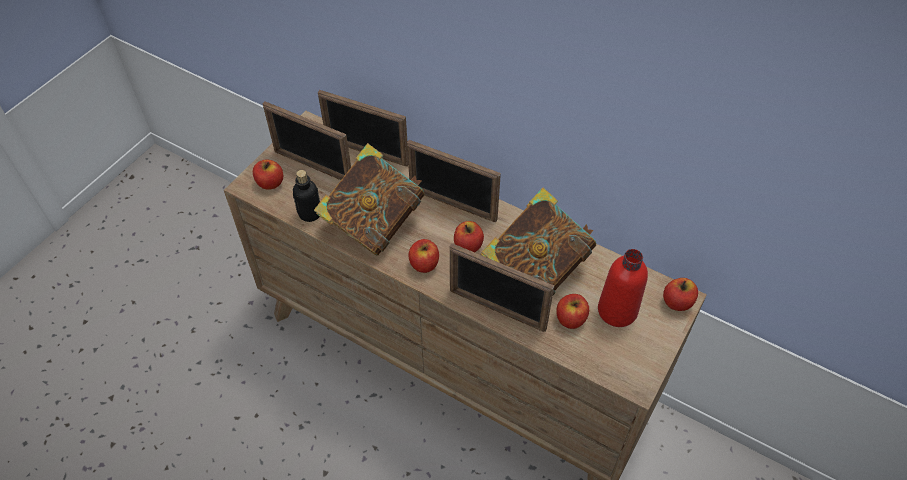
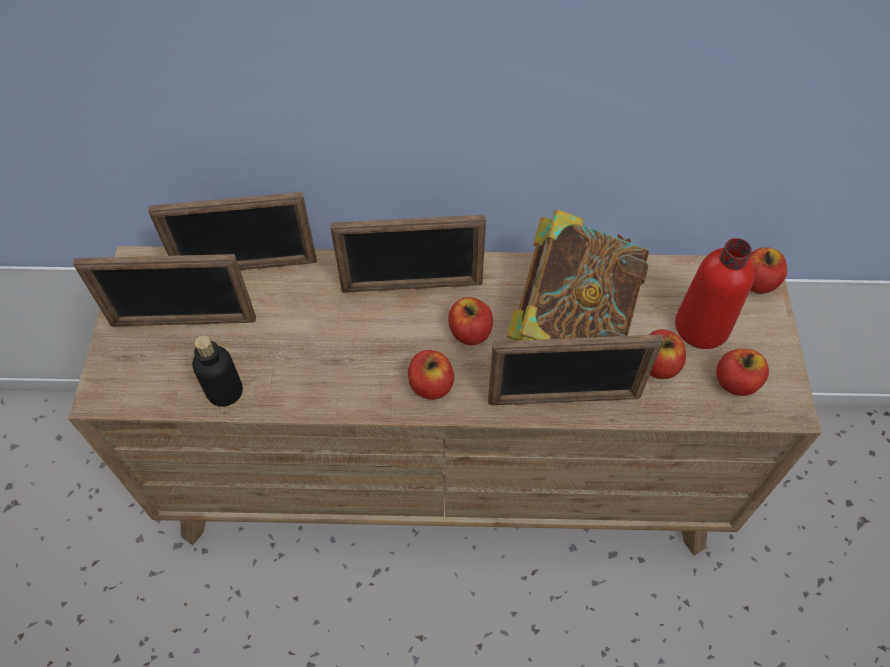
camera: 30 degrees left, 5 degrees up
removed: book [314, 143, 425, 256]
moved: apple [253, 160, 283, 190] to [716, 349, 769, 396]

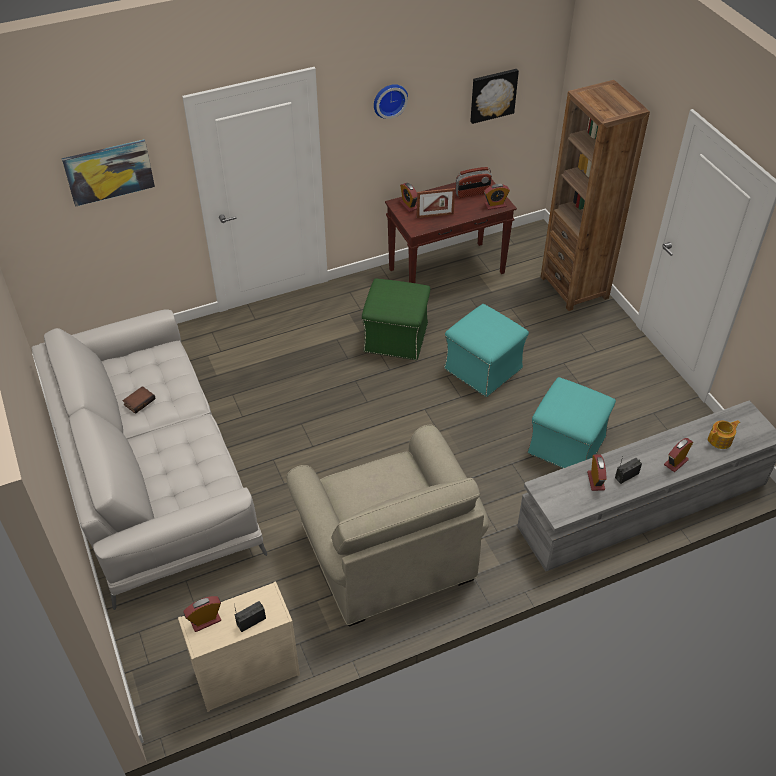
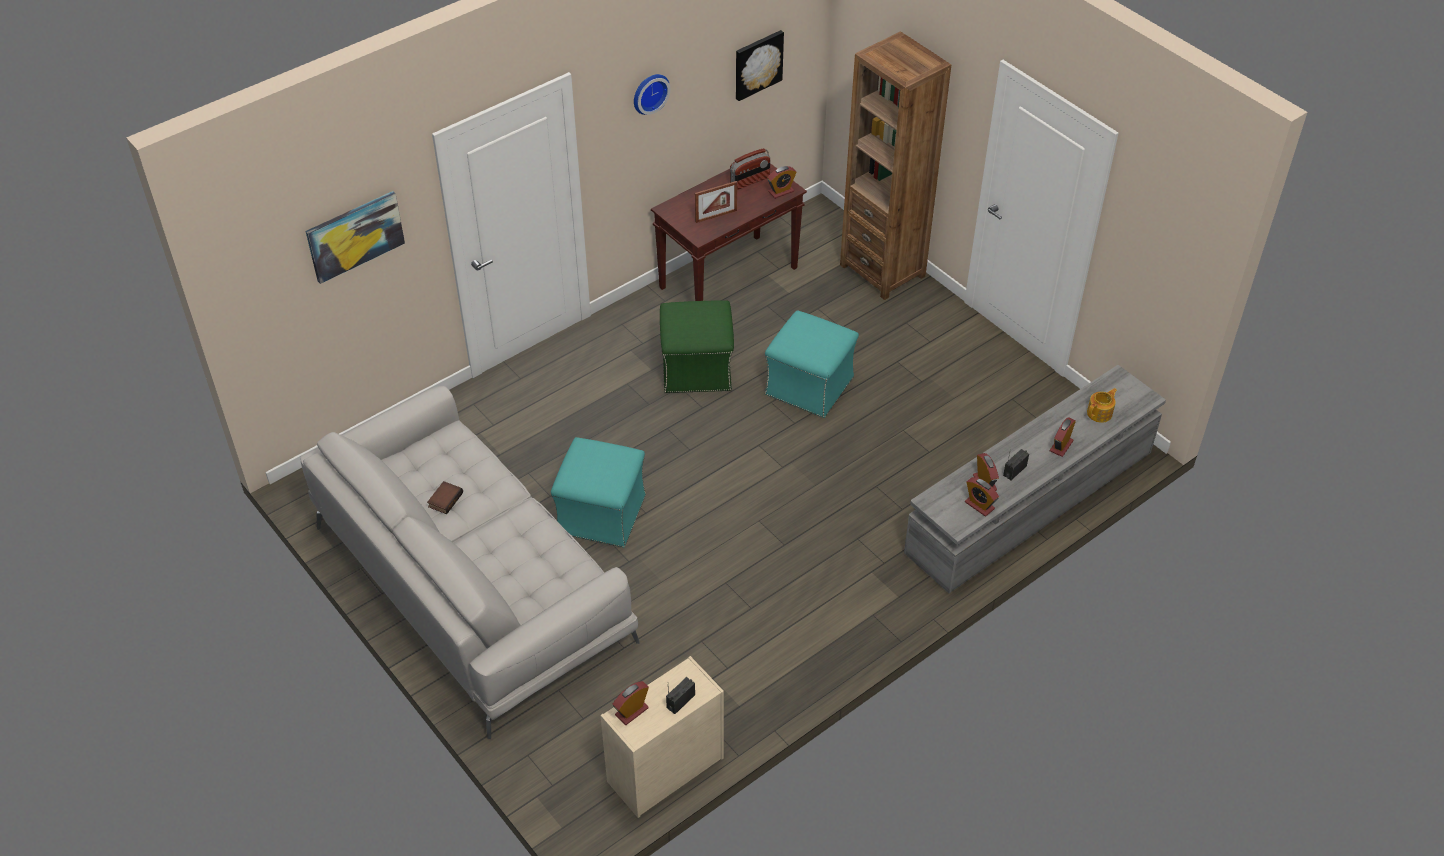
camera: 15 degrees left, 0 degrees up
removed: armchair in beige [286, 425, 489, 627]
moved: alarm clock [400, 183, 417, 212] to [965, 477, 999, 516]; ottoman in turquoise [528, 377, 616, 468] to [551, 437, 646, 548]

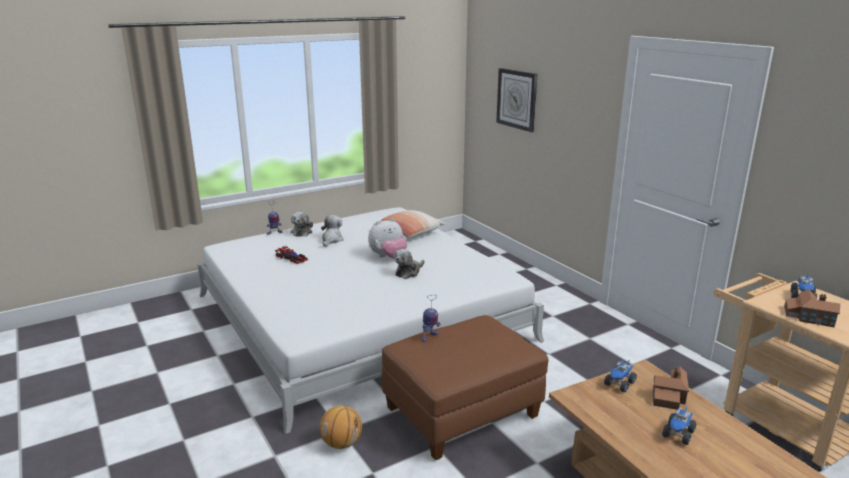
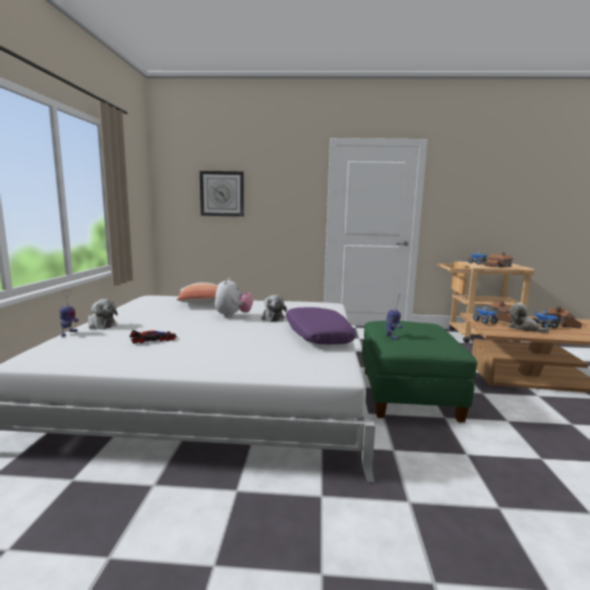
camera: 55 degrees left, 10 degrees down
removed: basketball [320, 405, 362, 449]
added: toy house [546, 306, 582, 329]; pillow in purple [286, 307, 356, 344]
moved: plush toy [321, 215, 344, 247] to [508, 303, 550, 333]
recoloured: ottoman in brown [382, 315, 549, 460] to ottoman in green [362, 321, 477, 423]

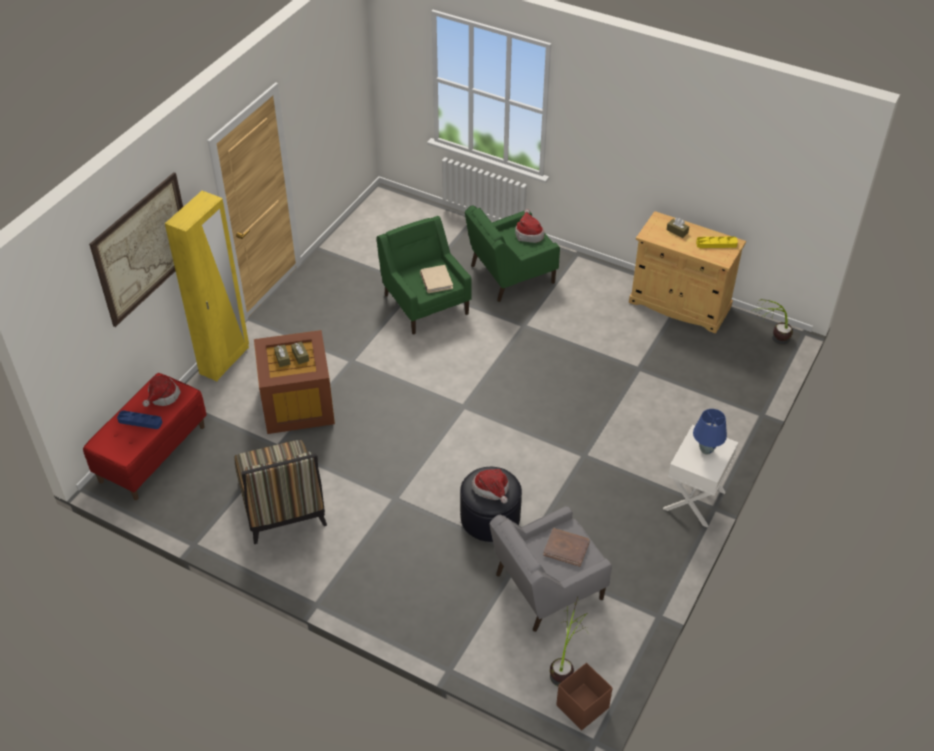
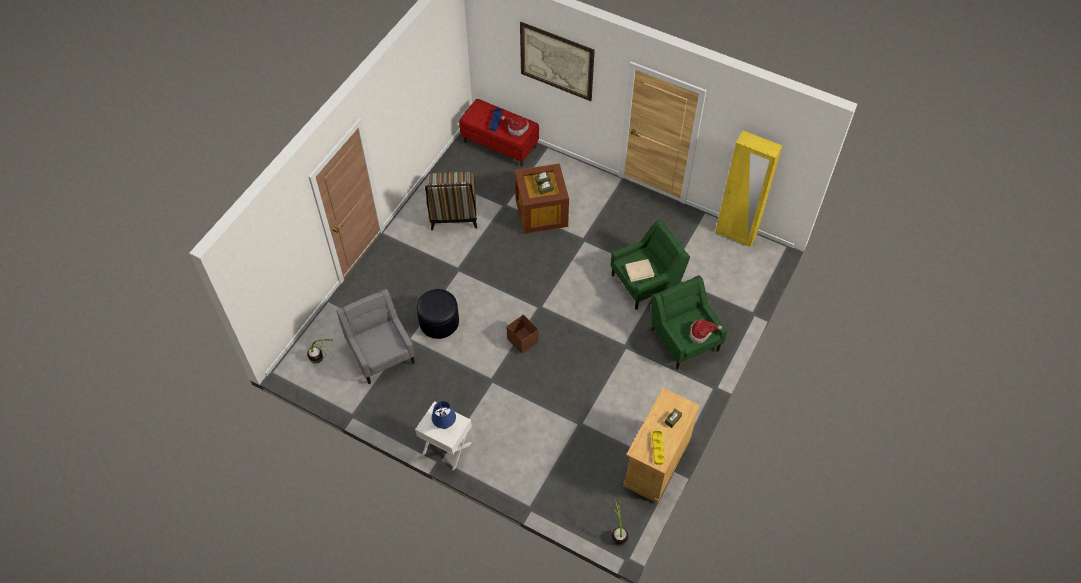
camera: 90 degrees right, 10 degrees up
removed: hat [472, 469, 509, 503]; book in brown [543, 528, 590, 567]
moved: wardrobe in yellow [165, 191, 249, 381] to [715, 130, 782, 247]; storage box in brown [556, 663, 613, 730] to [507, 314, 538, 354]
turned: chair [235, 440, 327, 544] = [425, 172, 477, 230] 75 degrees counterclockwise

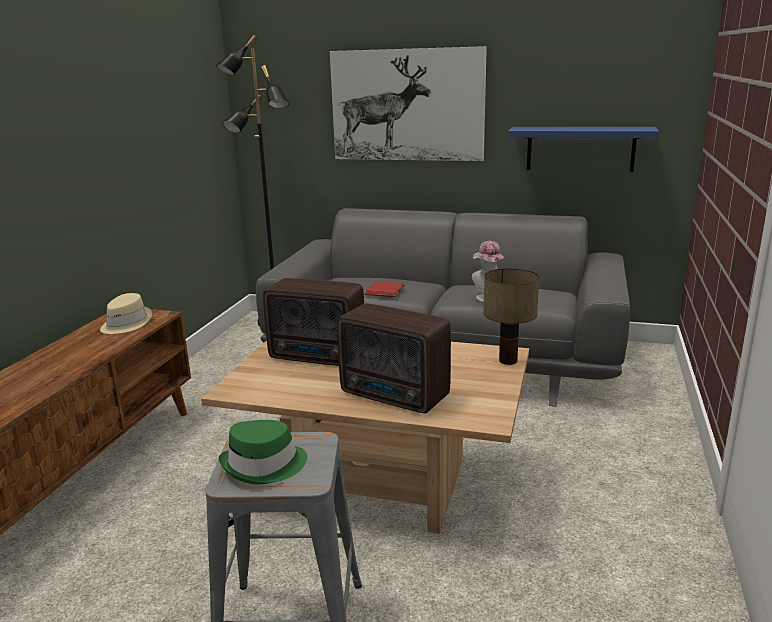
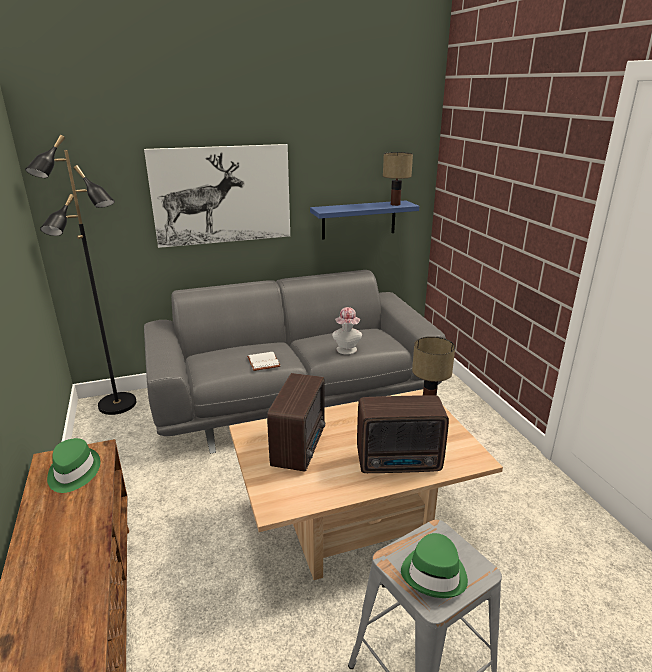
camera: 35 degrees left, 5 degrees up
added: table lamp [383, 152, 413, 206]
recoloured: book in red [364, 281, 405, 297] to book in white [247, 352, 280, 371]; hat in beige [100, 293, 152, 334] to hat in green [47, 438, 100, 493]
turned: radio [263, 278, 364, 366] = [267, 373, 325, 472] 60 degrees counterclockwise

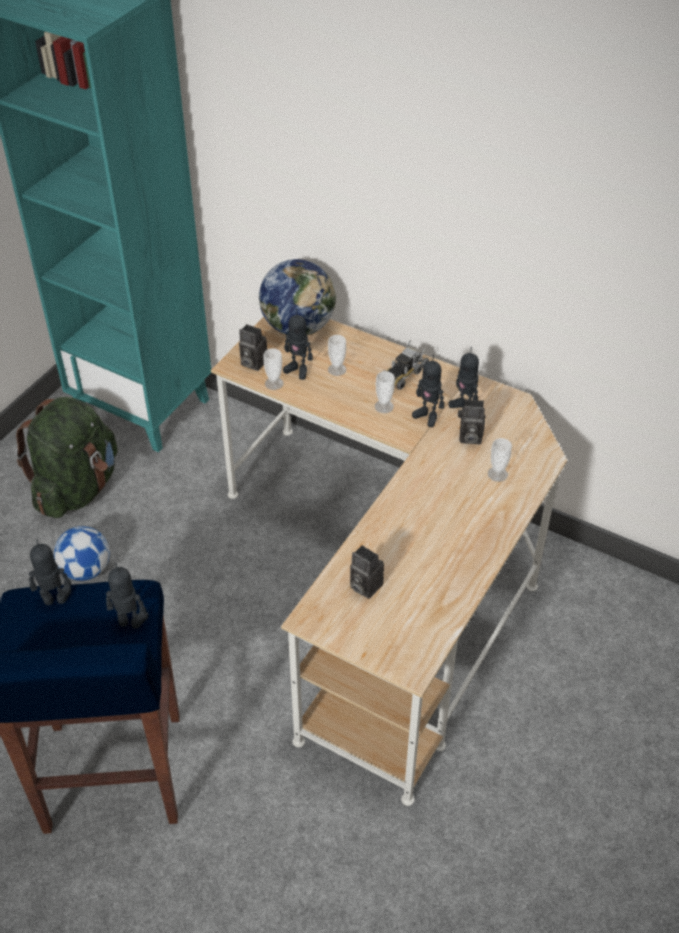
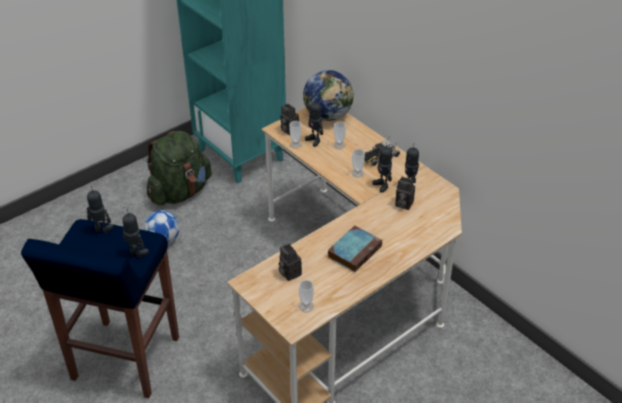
camera: 20 degrees right, 5 degrees down
added: book [328, 225, 382, 272]
moved: cup [488, 438, 512, 482] to [299, 280, 314, 312]

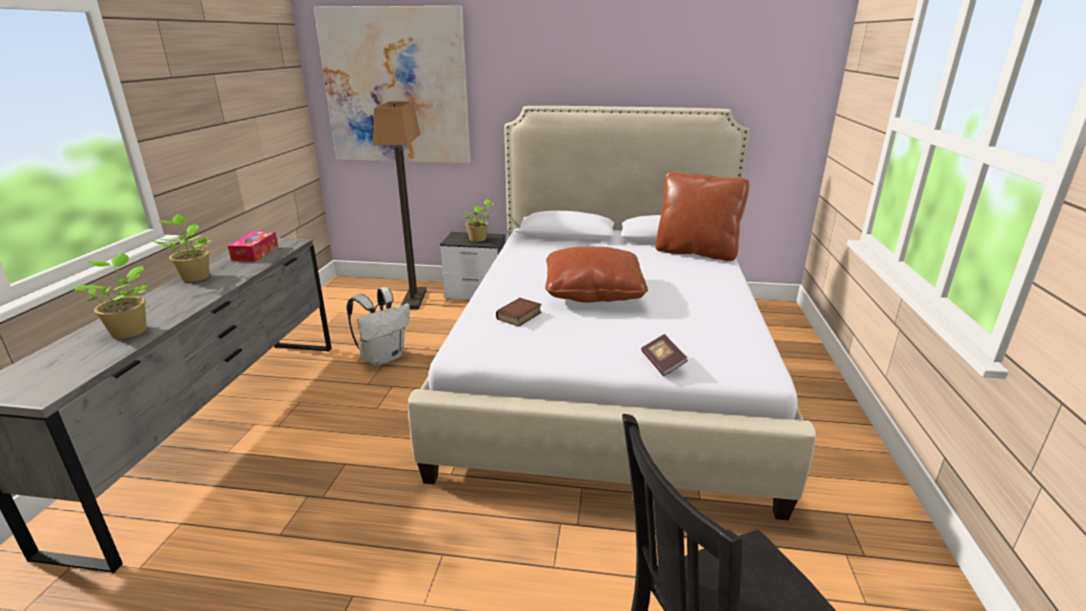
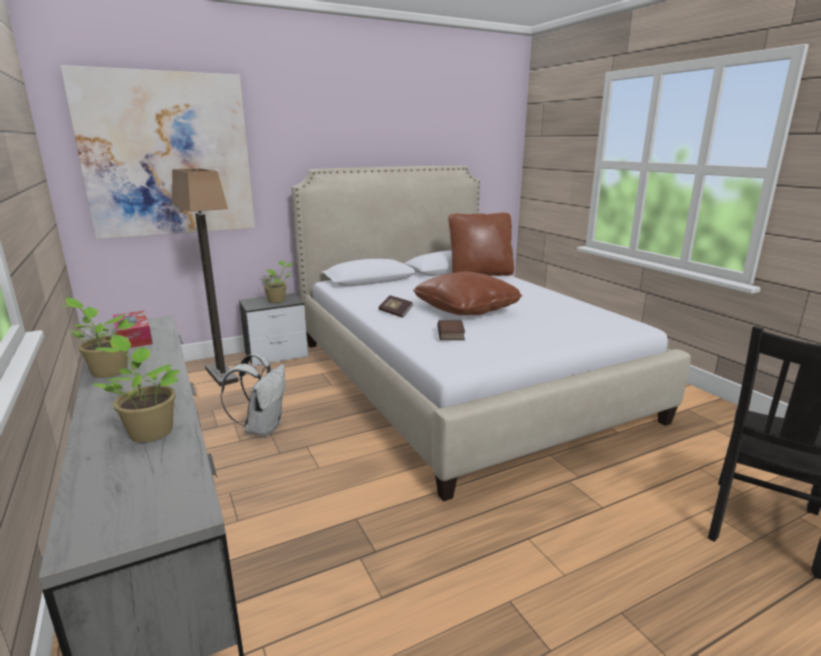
camera: 35 degrees left, 5 degrees down
moved: book [641, 334, 688, 376] to [378, 295, 413, 318]

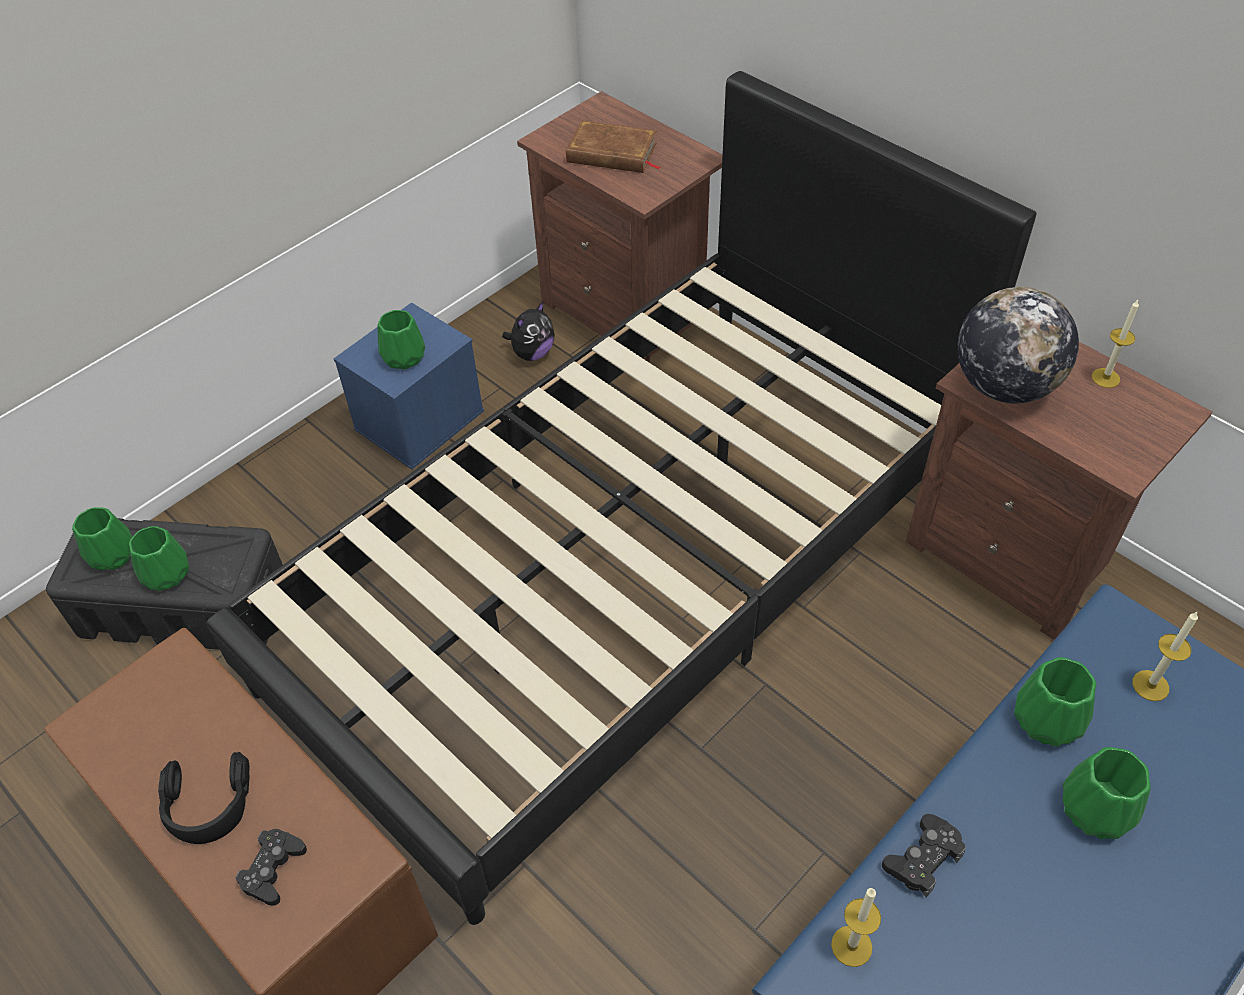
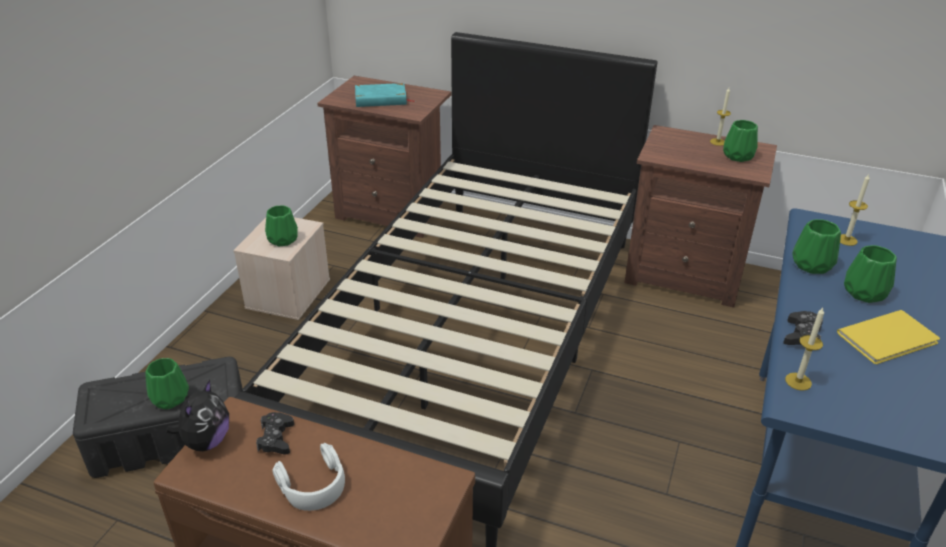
camera: 25 degrees left, 15 degrees down
removed: globe [957, 287, 1079, 403]
added: book in yellow [837, 310, 940, 364]
moved: plush toy [502, 302, 555, 361] to [166, 380, 229, 451]; vase in green [72, 507, 132, 570] to [723, 120, 758, 162]; game controller in black [235, 829, 307, 906] to [256, 412, 294, 455]
recoloured: book in brown [566, 121, 661, 173] to book in turquoise [355, 83, 415, 107]; storage box in blue [334, 302, 484, 469] to storage box in beige [233, 217, 330, 320]; headphones in black [158, 752, 250, 844] to headphones in white [272, 443, 345, 511]

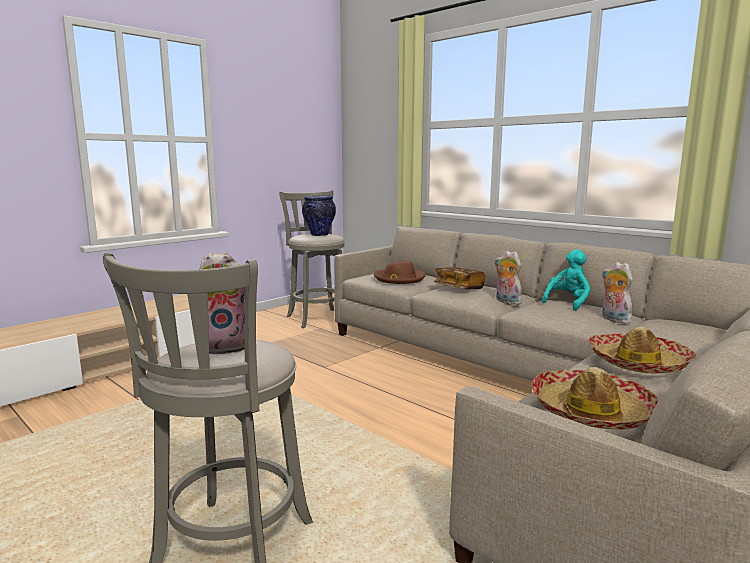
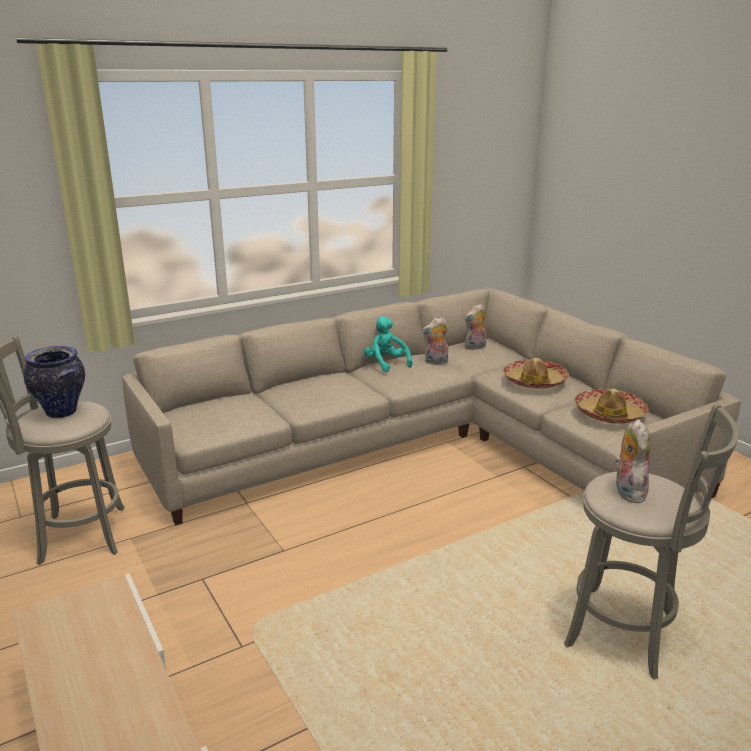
camera: 75 degrees left, 10 degrees up
removed: hat in brown [374, 260, 426, 284]; book [434, 267, 485, 289]
moved: plush toy [495, 251, 522, 305] to [464, 304, 486, 350]

